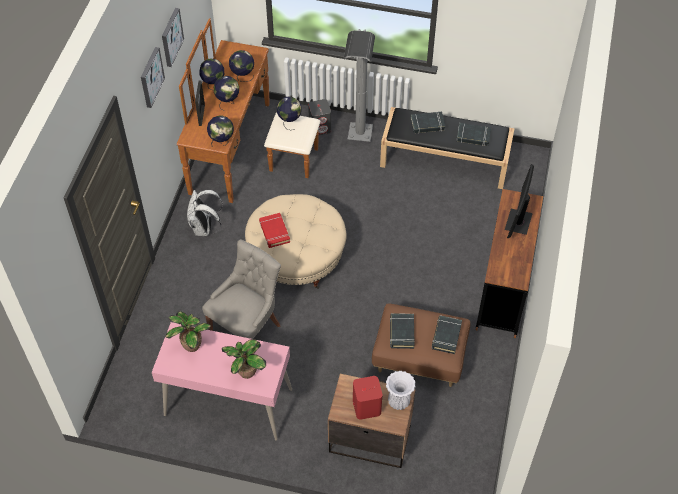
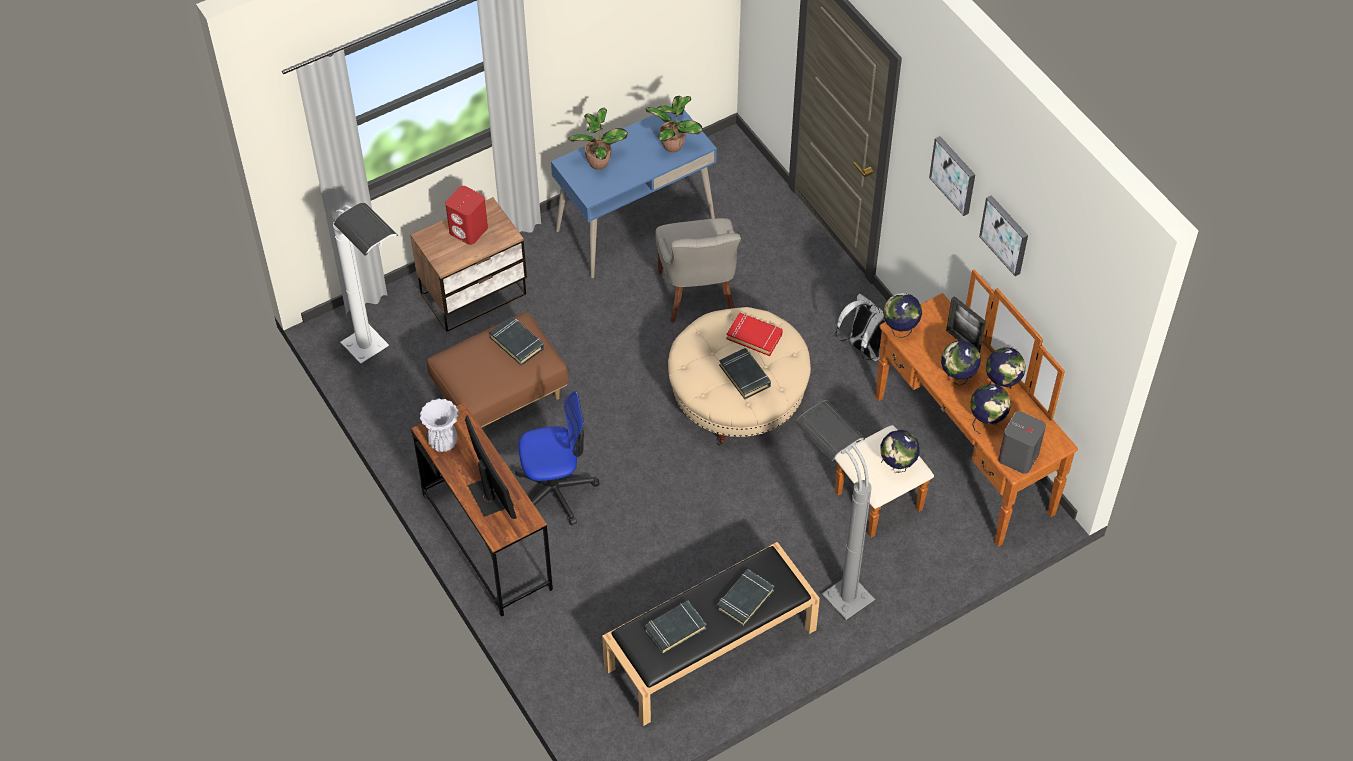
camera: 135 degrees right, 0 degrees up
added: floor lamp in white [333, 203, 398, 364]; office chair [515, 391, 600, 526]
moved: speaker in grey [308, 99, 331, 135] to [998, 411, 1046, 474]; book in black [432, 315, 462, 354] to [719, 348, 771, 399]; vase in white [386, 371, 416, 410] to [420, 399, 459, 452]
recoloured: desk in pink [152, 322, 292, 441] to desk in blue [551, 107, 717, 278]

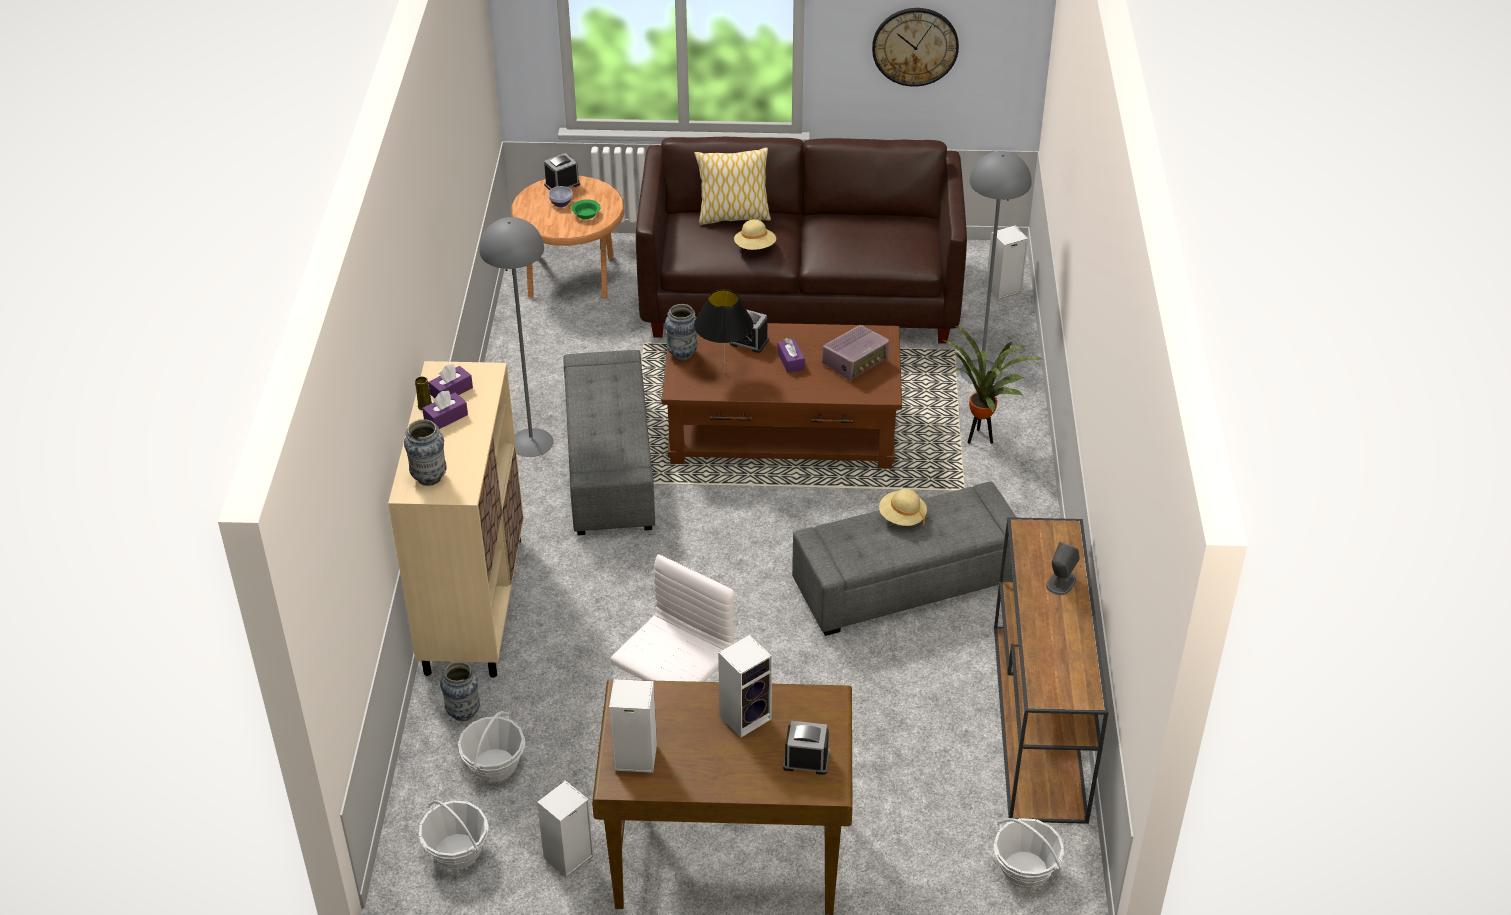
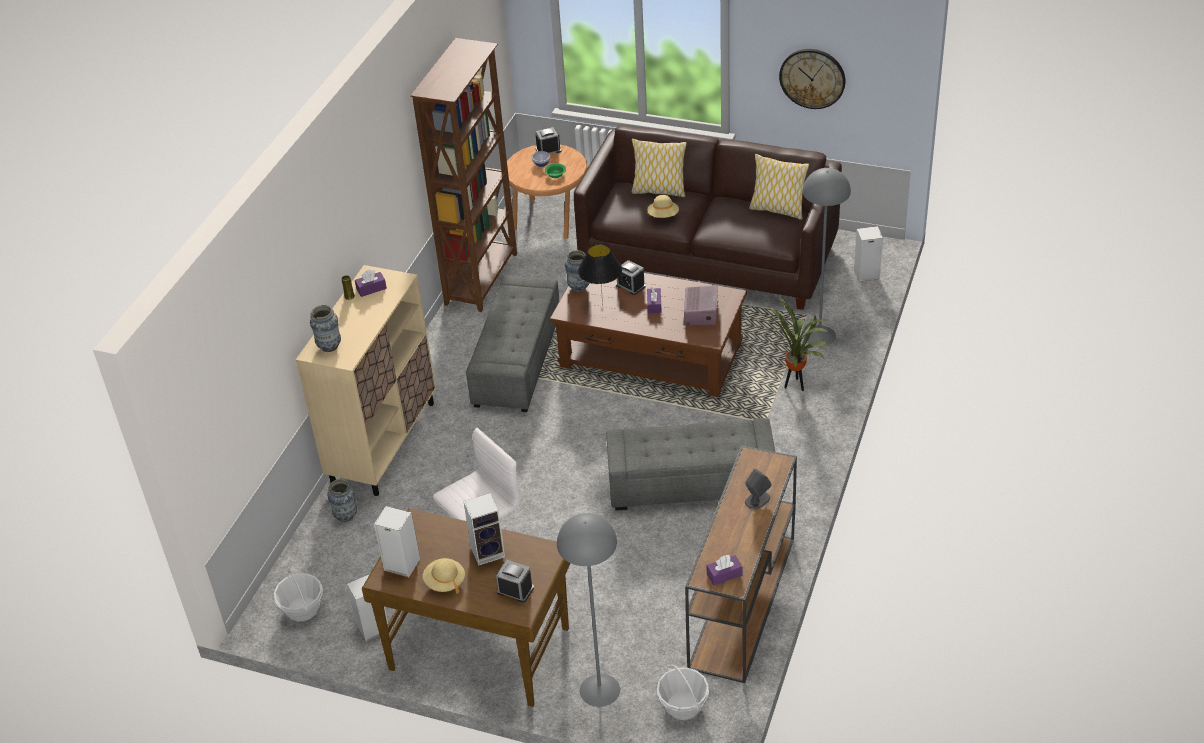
camera: 20 degrees right, 0 degrees up
removed: basket [458, 711, 525, 783]
added: bookcase in brown [410, 38, 517, 312]; pillow [749, 154, 809, 220]
moved: floor lamp in grey [479, 217, 554, 457] to [557, 513, 620, 707]; tissue box in purple [422, 391, 468, 429] to [707, 555, 742, 585]; hat in beige [879, 489, 927, 526] to [423, 558, 465, 594]
turned: radio [822, 325, 890, 381] = [684, 285, 718, 325] 60 degrees counterclockwise

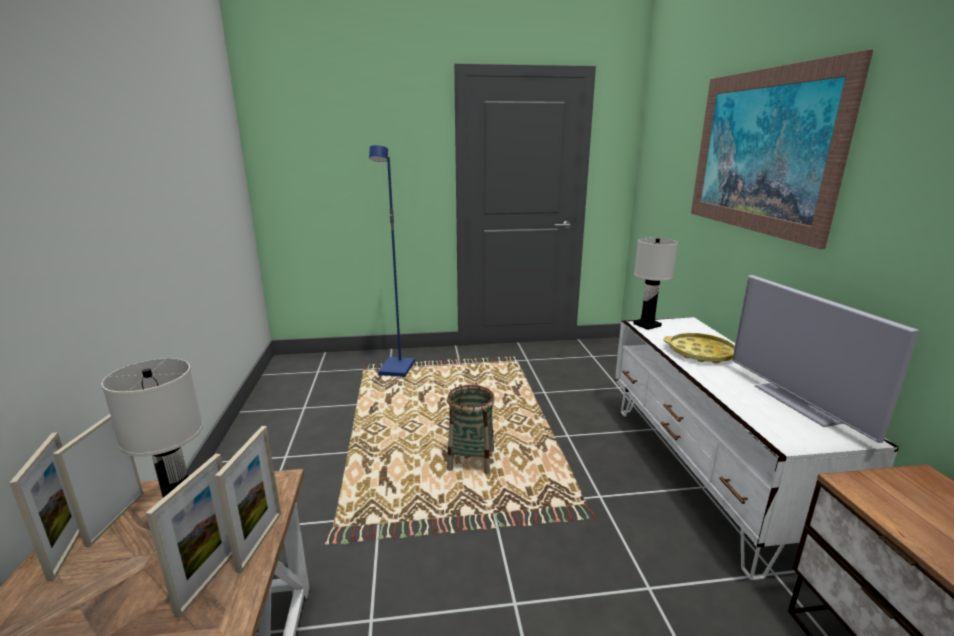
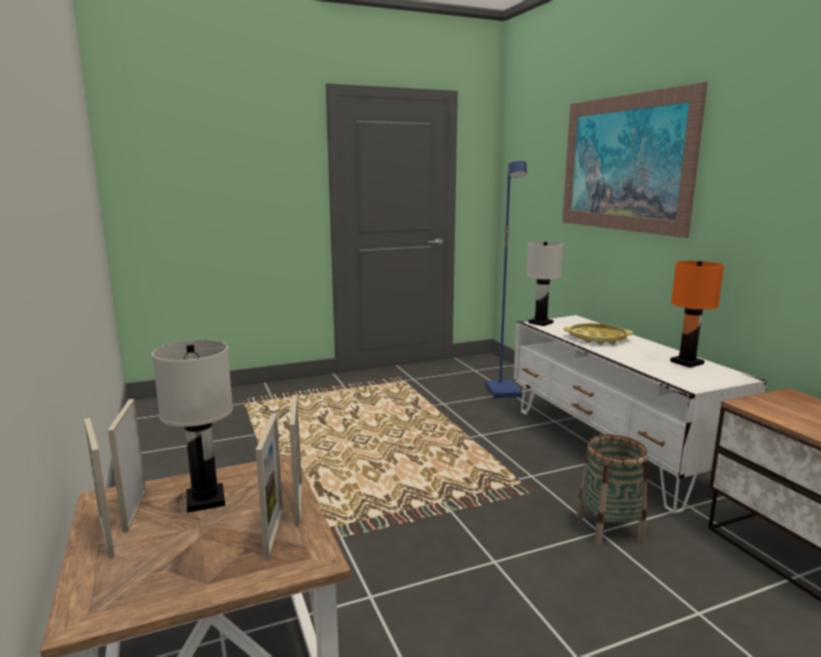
camera: 15 degrees left, 5 degrees down
moved: floor lamp in blue [369, 145, 415, 377] to [485, 161, 527, 398]; basket [447, 385, 495, 474] to [576, 434, 648, 545]
replaced: television [732, 275, 920, 443] to table lamp in orange [670, 261, 724, 368]

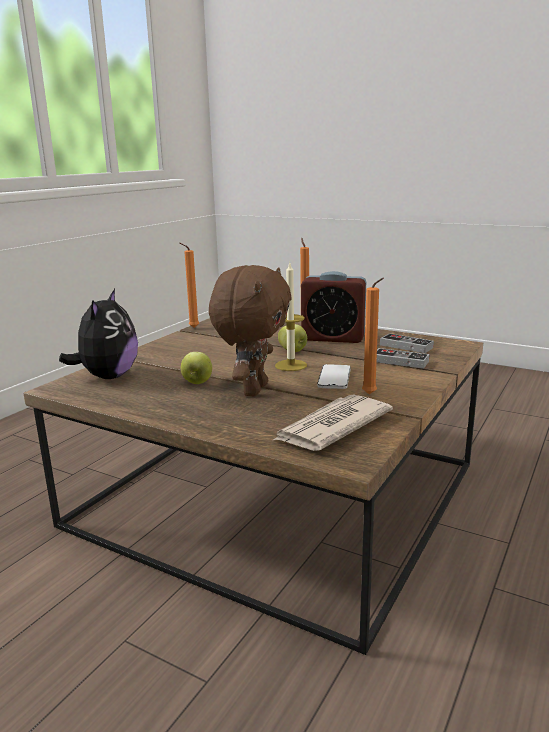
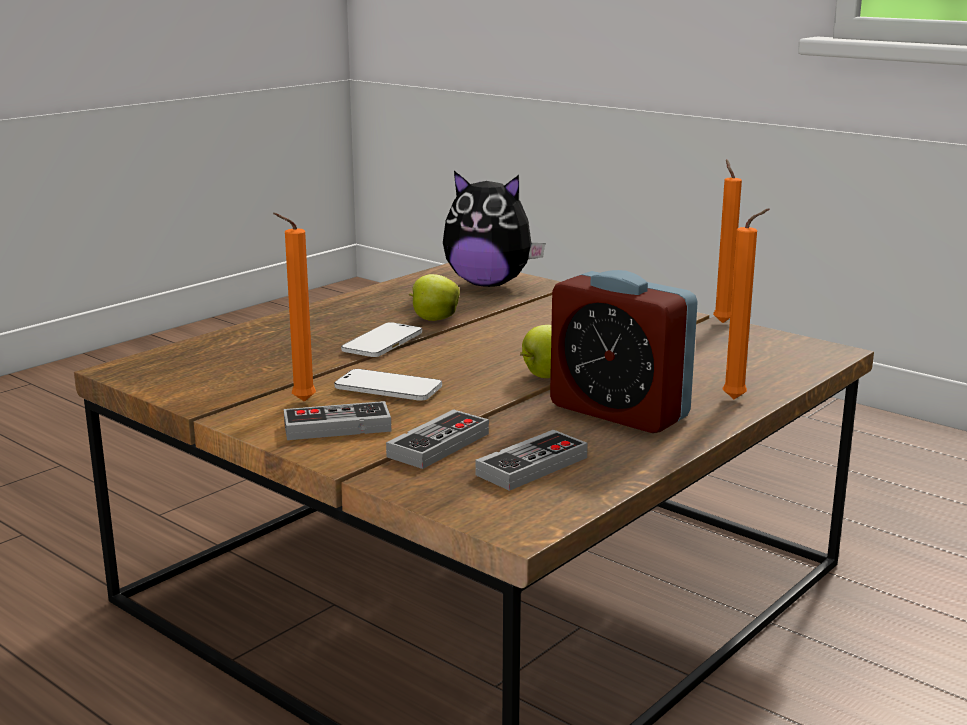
camera: 100 degrees right, 0 degrees up
removed: candle [275, 263, 307, 371]; newspaper [274, 395, 393, 451]
added: game controller [284, 401, 391, 440]
replaced: plush toy in brown [209, 265, 291, 396] to phone [341, 322, 422, 357]
turned: alarm clock [301, 271, 366, 343] = [550, 270, 698, 433] 75 degrees counterclockwise

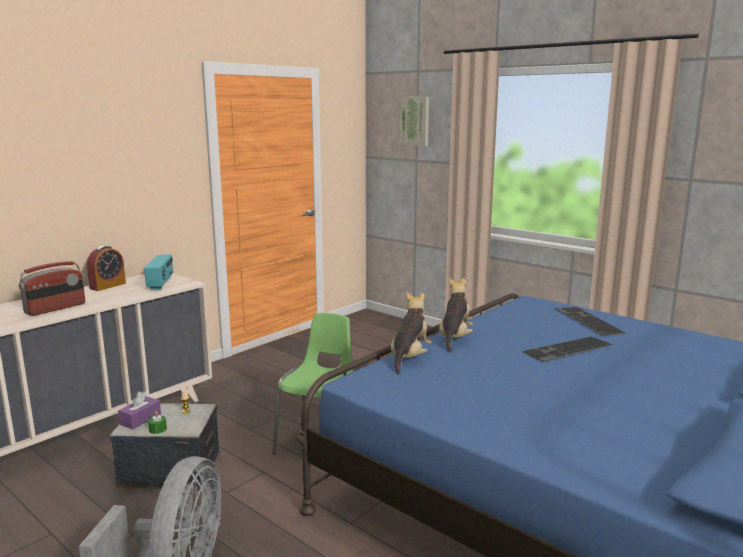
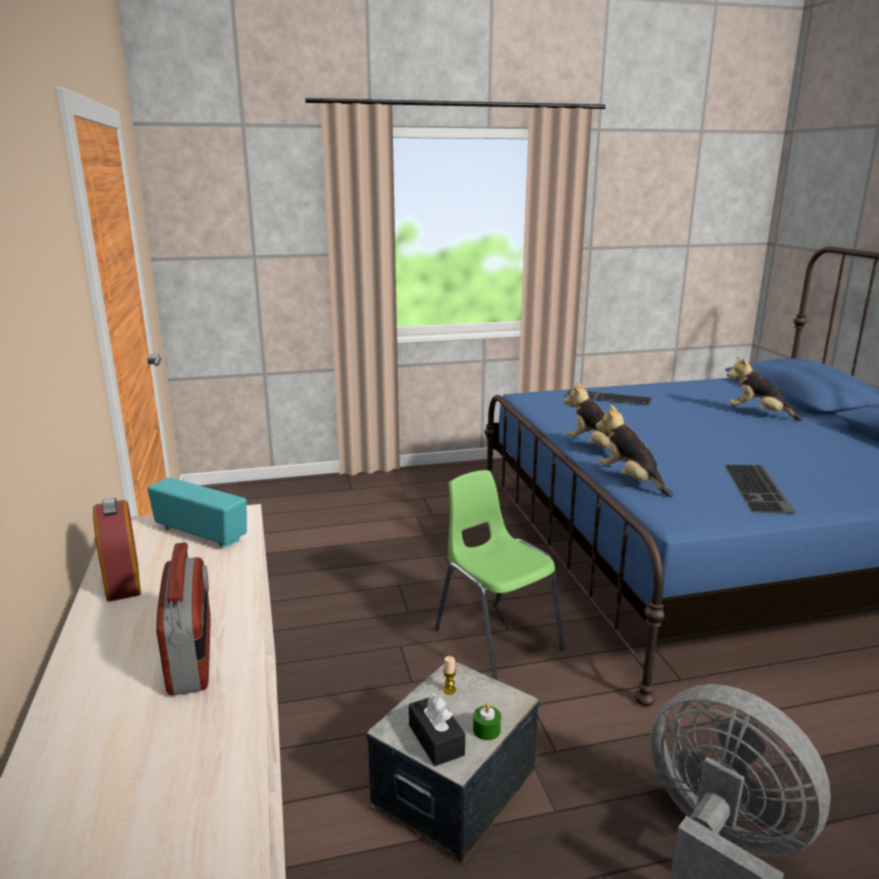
camera: 55 degrees left, 5 degrees up
removed: picture [400, 97, 429, 146]
added: plush toy [727, 356, 802, 421]
moved: keyboard [521, 336, 613, 362] to [724, 465, 796, 514]
recoloured: tissue box in purple [118, 391, 161, 429] to tissue box in black [409, 693, 465, 766]

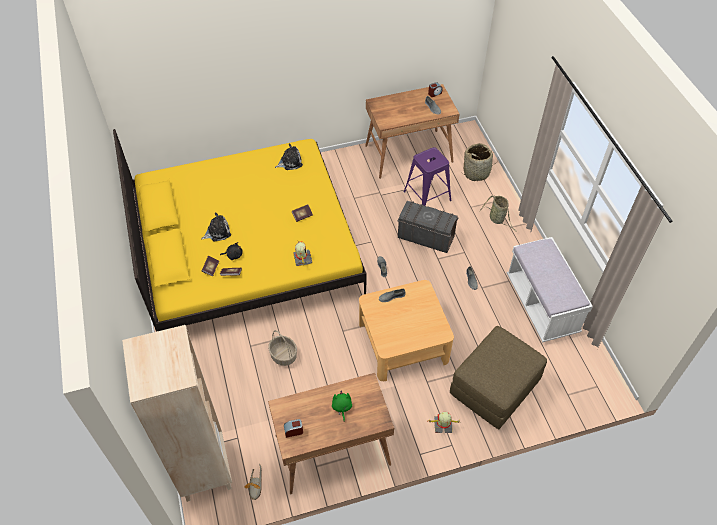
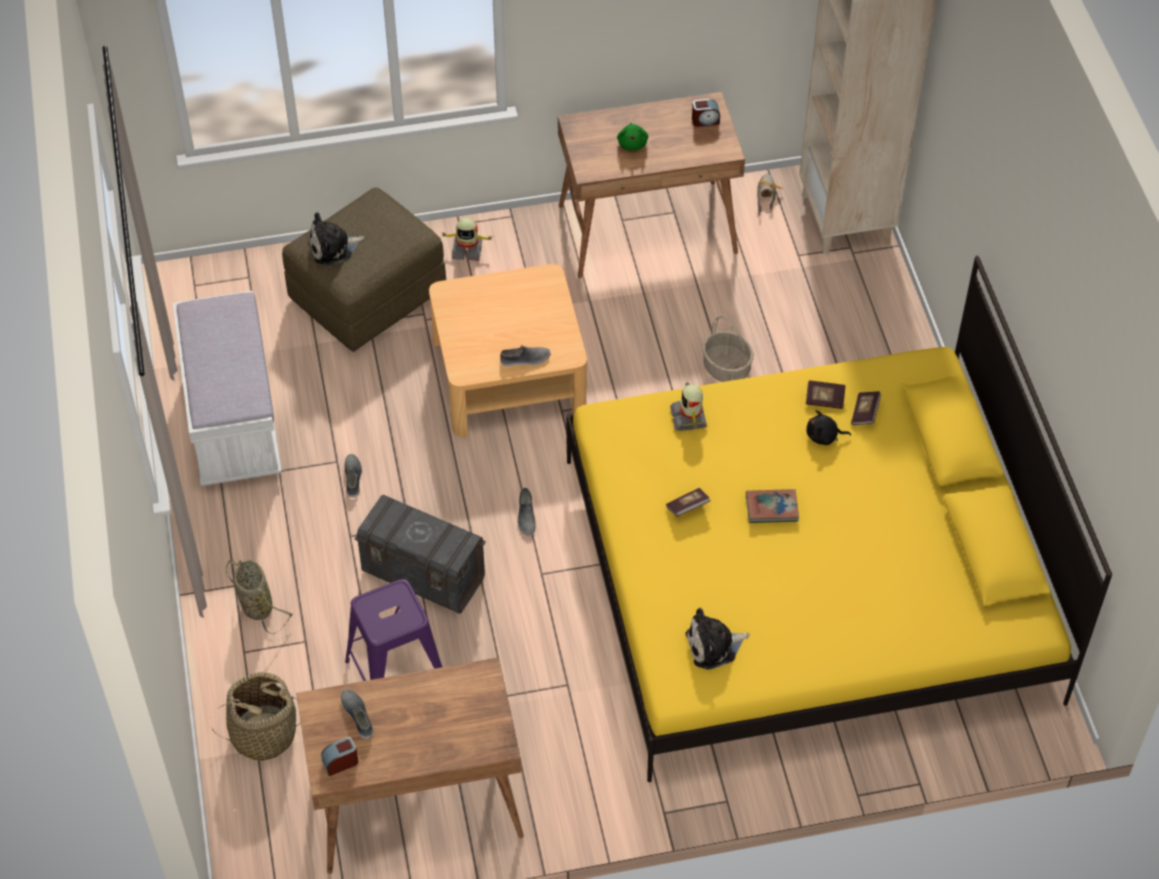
camera: 175 degrees left, 0 degrees up
added: book [746, 489, 799, 523]
moved: plush toy [201, 212, 231, 242] to [309, 212, 365, 266]

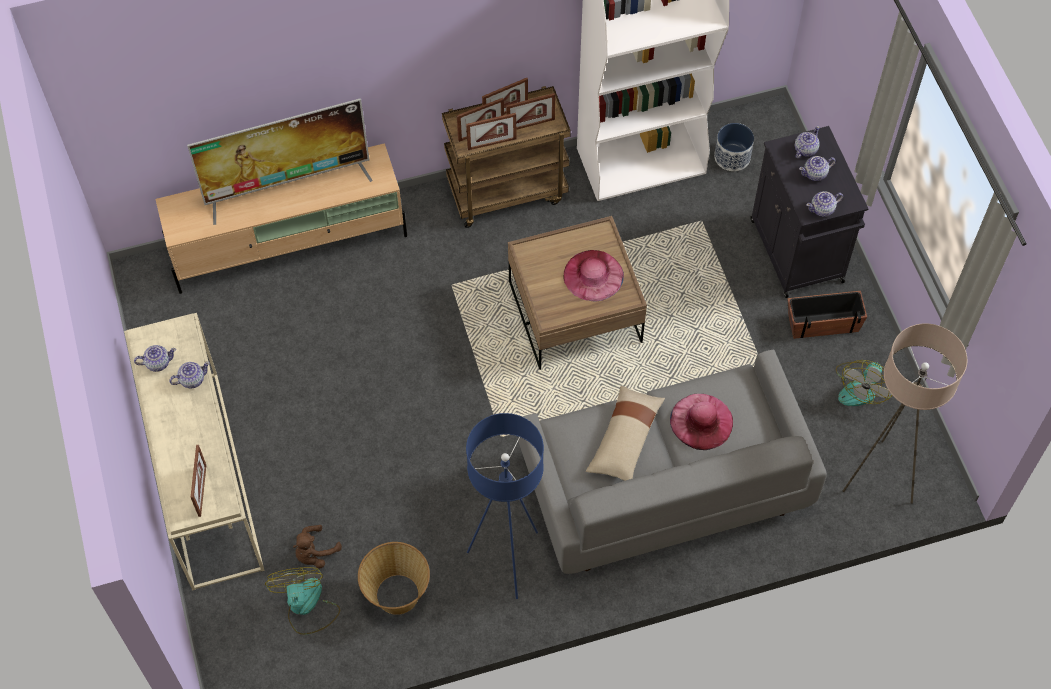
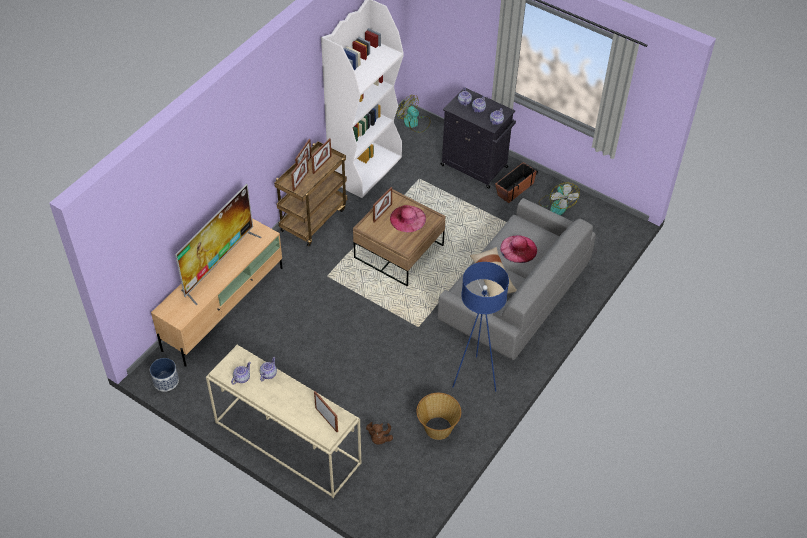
camera: 40 degrees left, 10 degrees down
removed: floor lamp in beige [843, 323, 967, 504]
moved: picture frame [466, 113, 517, 150] to [373, 187, 392, 222]; planter [714, 123, 754, 171] to [150, 358, 179, 392]; fan [265, 567, 340, 635] to [396, 95, 430, 132]

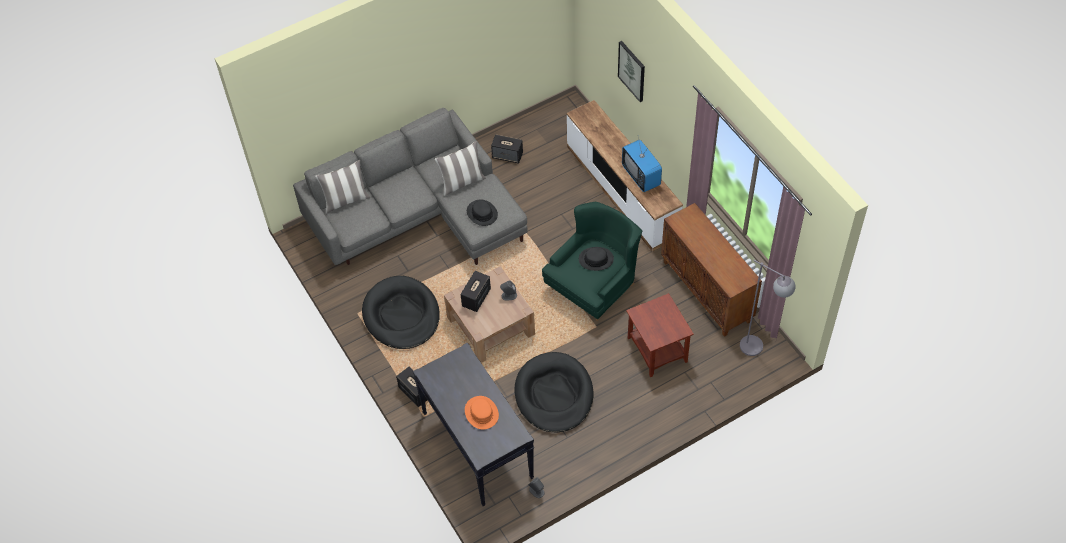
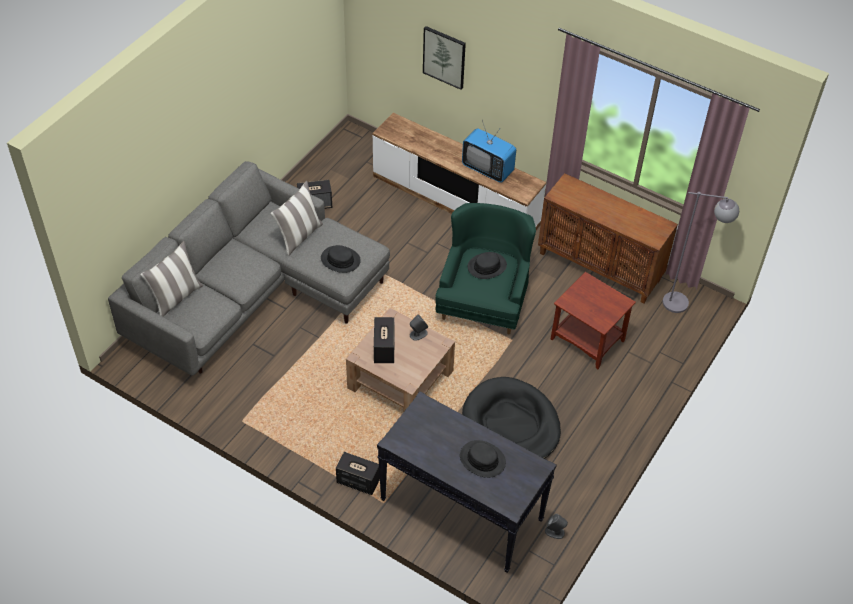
camera: 30 degrees left, 5 degrees down
removed: dog bed in black [362, 276, 440, 349]
recoloured: hat in orange [465, 396, 499, 430] to hat in black [460, 440, 506, 478]

